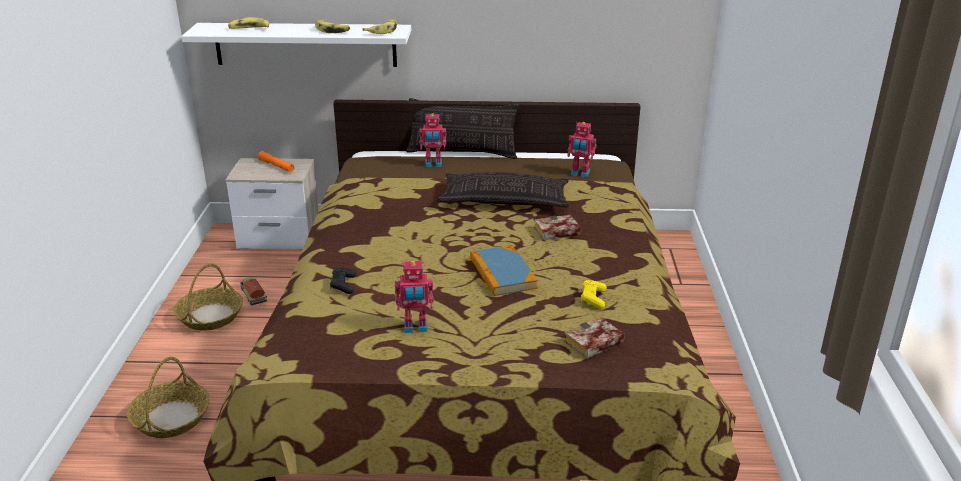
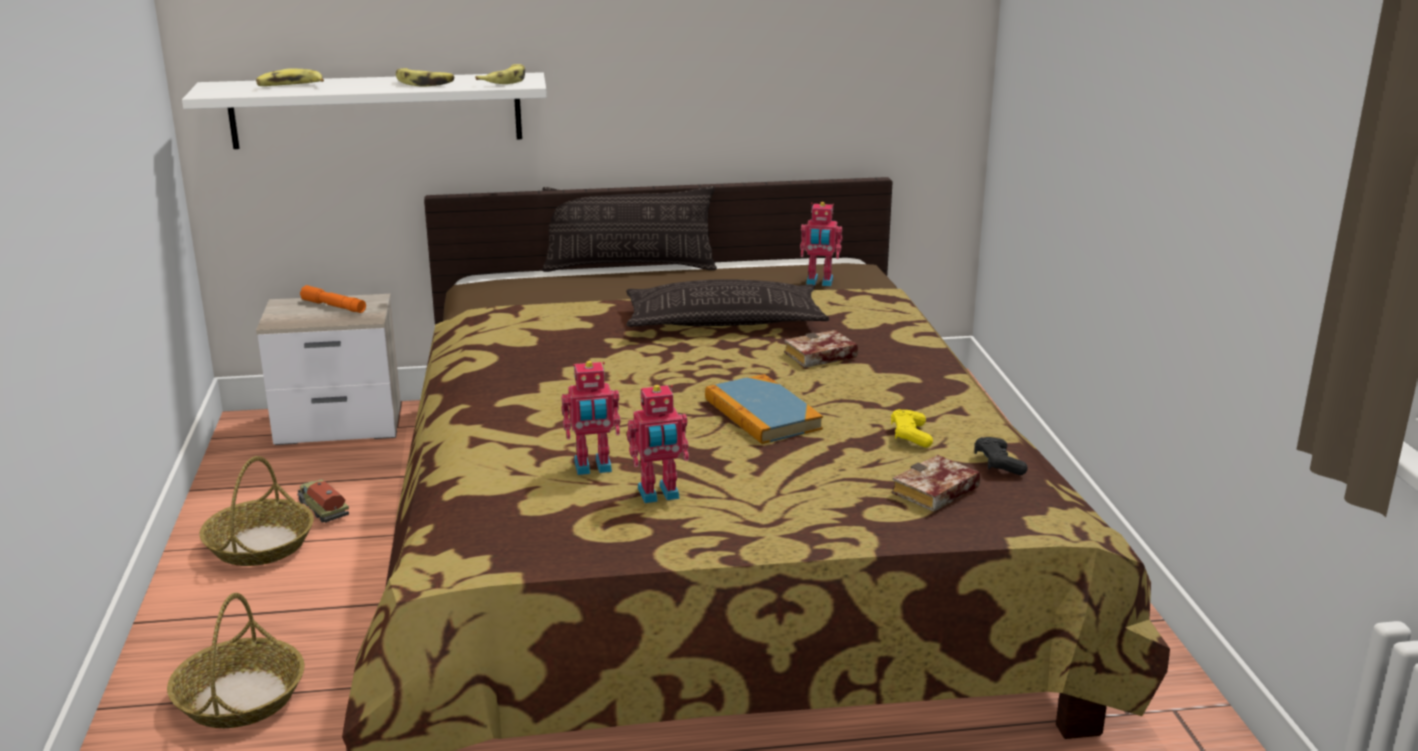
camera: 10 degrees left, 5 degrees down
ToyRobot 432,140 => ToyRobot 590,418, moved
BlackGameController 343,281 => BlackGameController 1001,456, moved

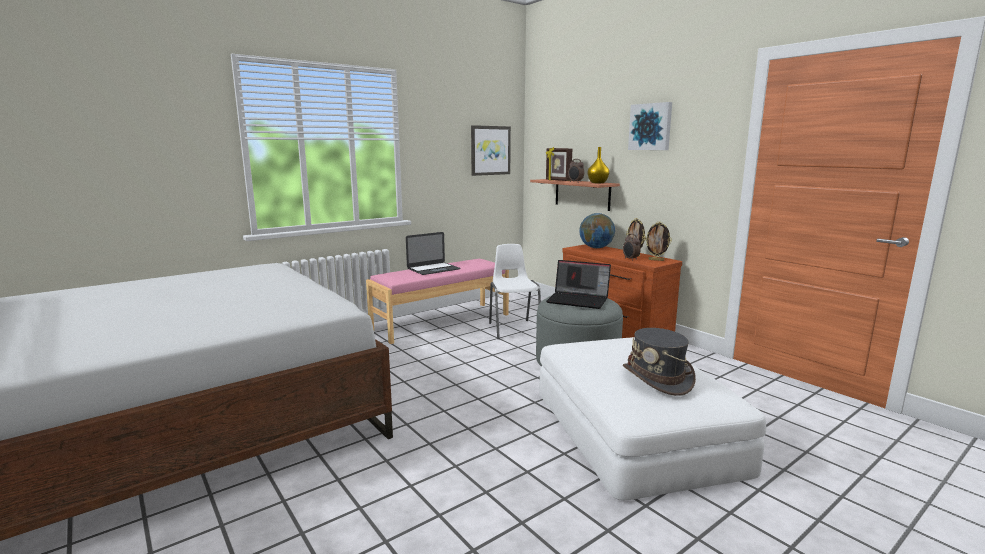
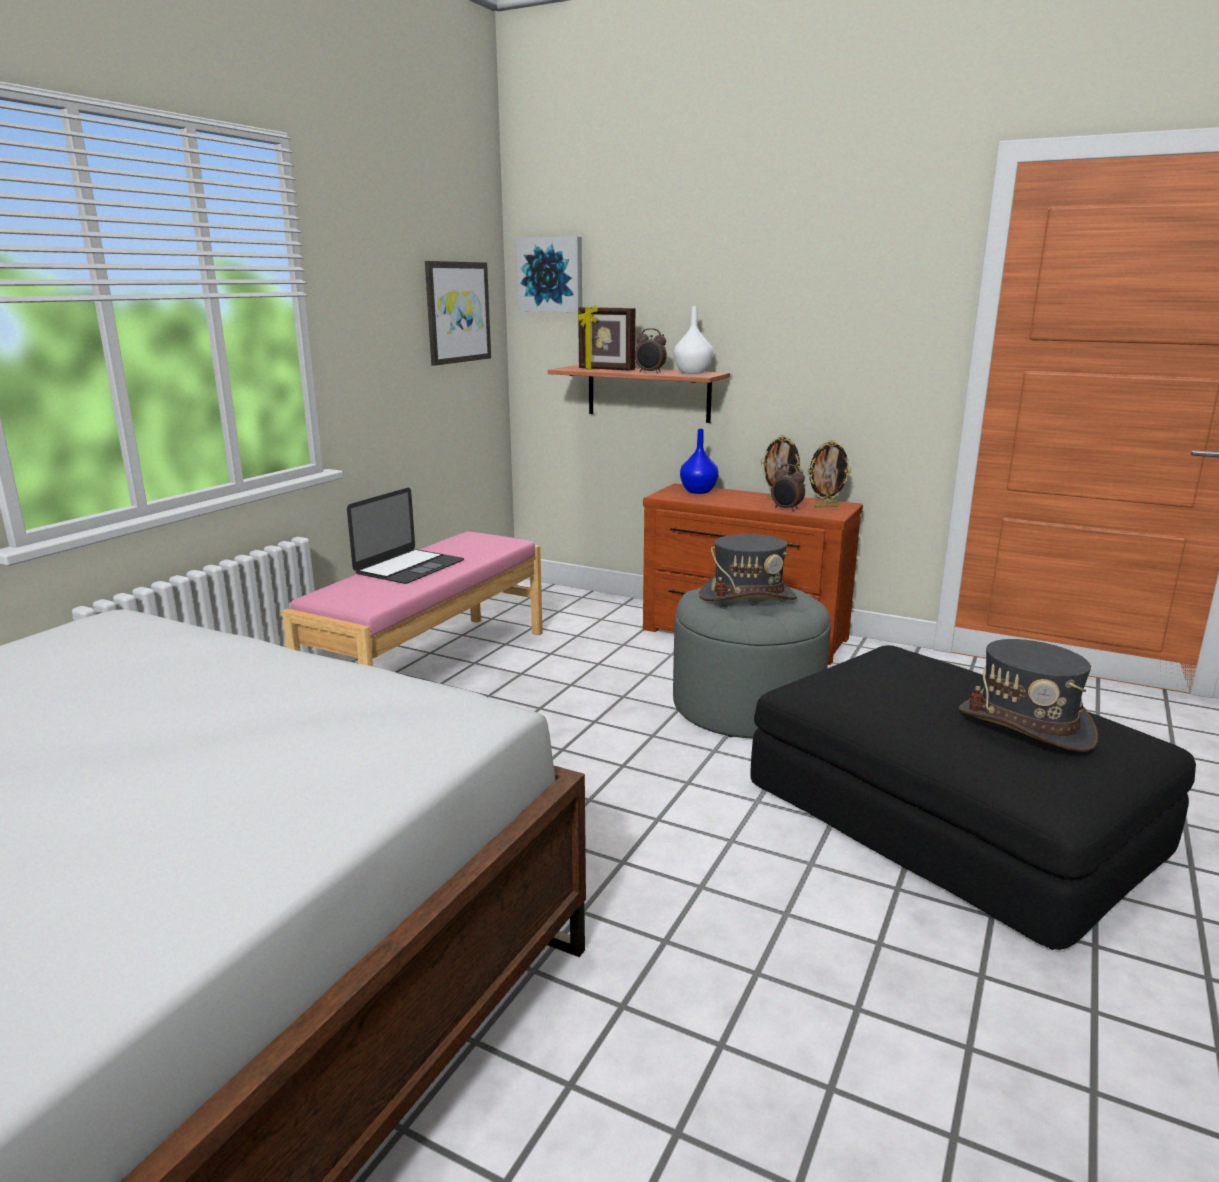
camera: 25 degrees left, 5 degrees up
Picture 650,126 => Picture 549,274, moved
YellowVase 598,165 => WhiteVase 693,340
Globe 597,230 => BlueVase 699,461
WhiteChair 515,291 => nothing
Laptop 578,284 => GreyHat 748,567
WhiteOttoman 652,418 => BlackOttoman 973,797

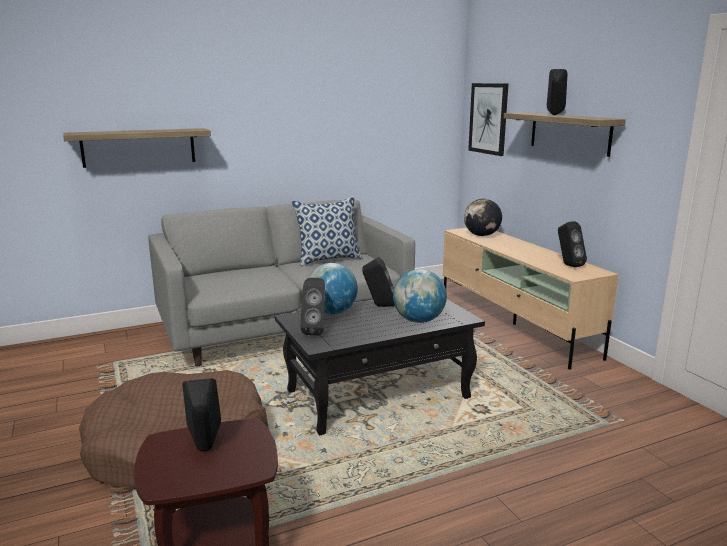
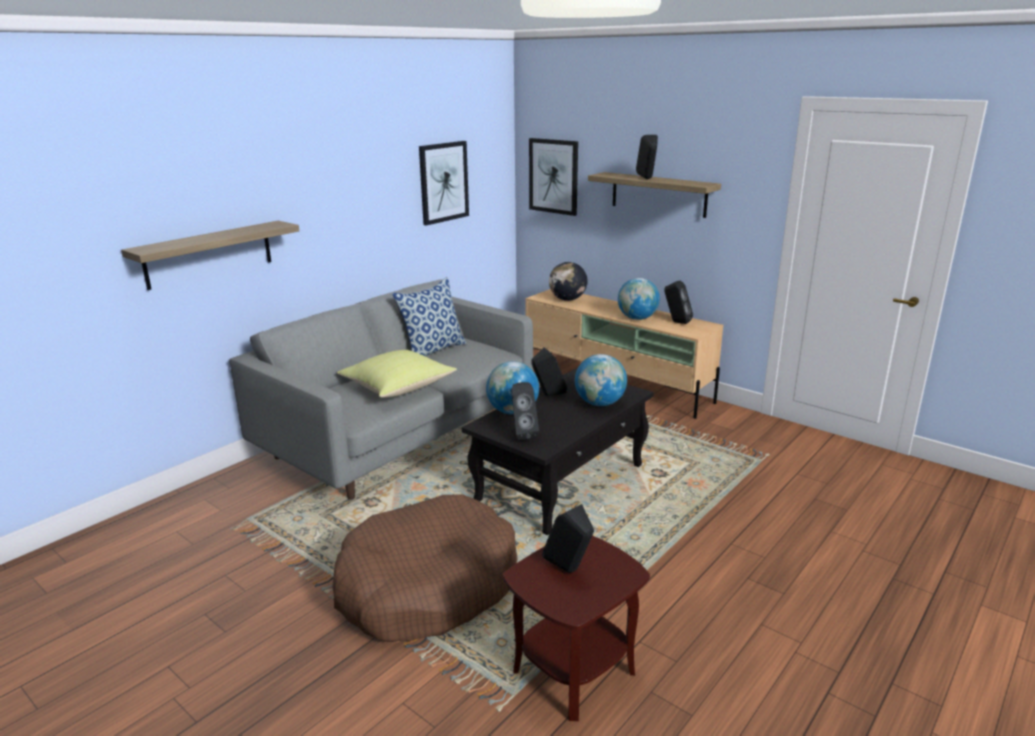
camera: 25 degrees left, 5 degrees up
nothing => Picture 444,183
nothing => Globe 639,299
nothing => YellowPillow 397,374

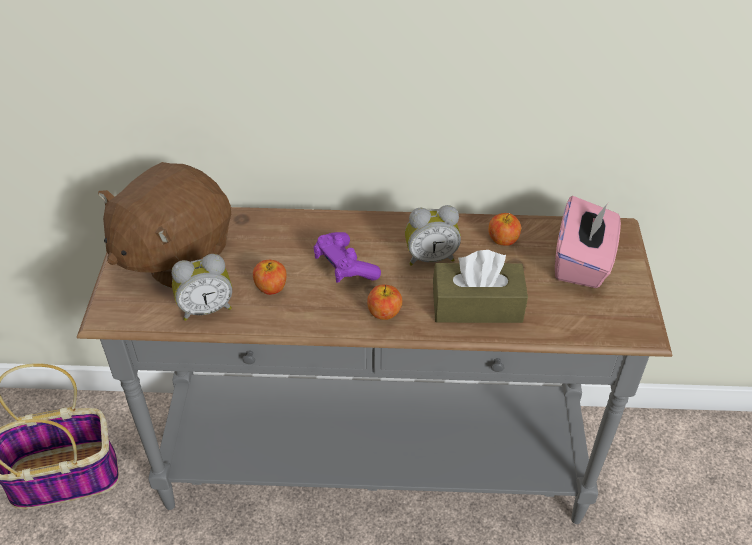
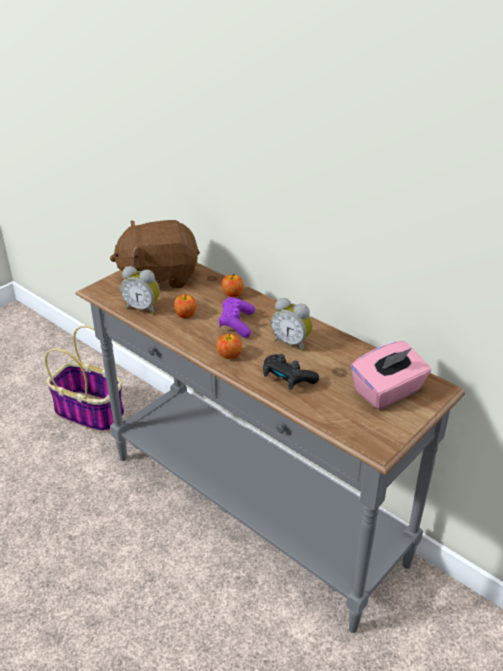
camera: 40 degrees right, 10 degrees down
Apple 504,229 => Apple 232,285, moved
BrownTissueBox 480,286 => BlackGameController 291,372

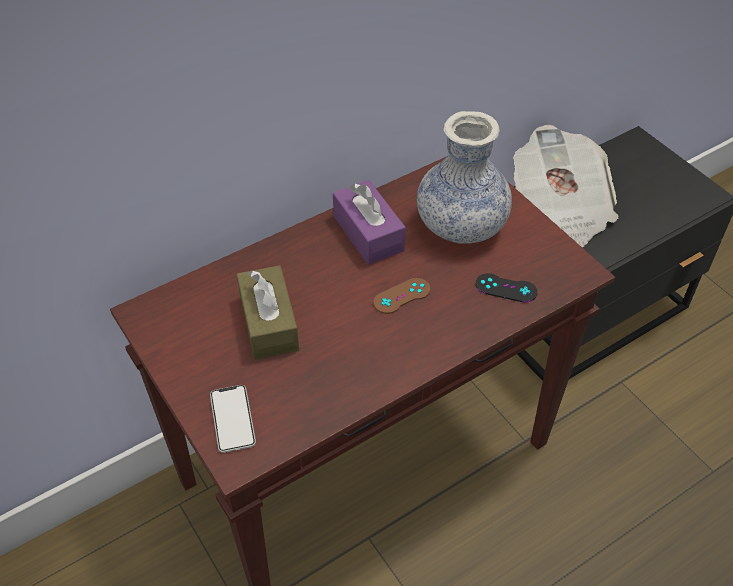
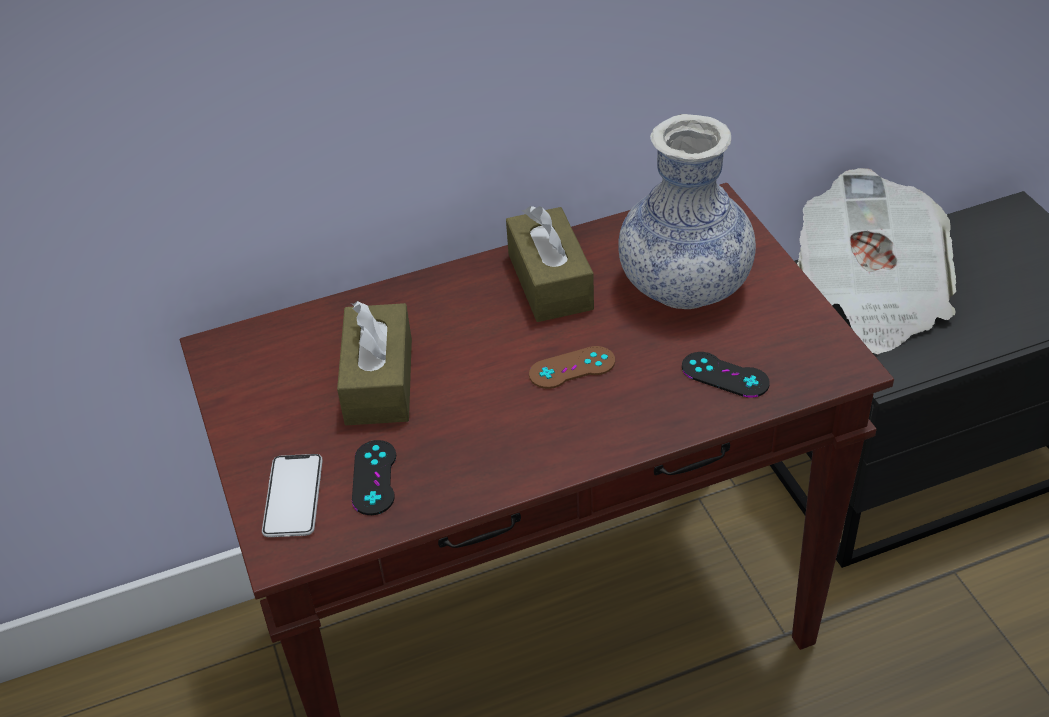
camera: 15 degrees right, 5 degrees down
PurpleTissueBox 369,222 => BrownTissueBox 550,264
nothing => BlackGameController 374,477

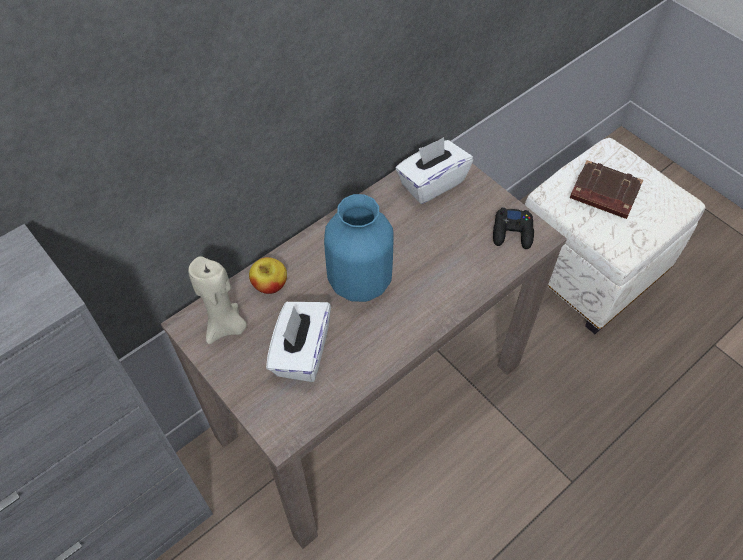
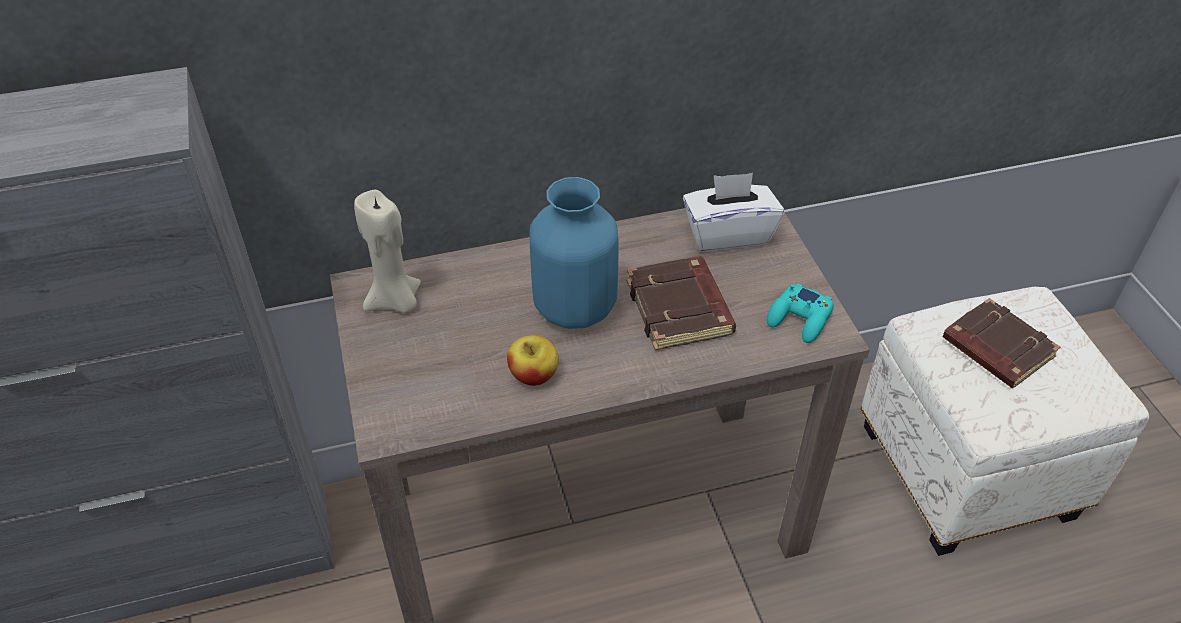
camera: 25 degrees right, 10 degrees down
BlackGameController 513,228 => TurquoiseGameController 800,313
Apple 268,275 => Apple 533,360, moved
WhiteTissueBox 298,342 => nothing
nothing => BrownBook 681,303

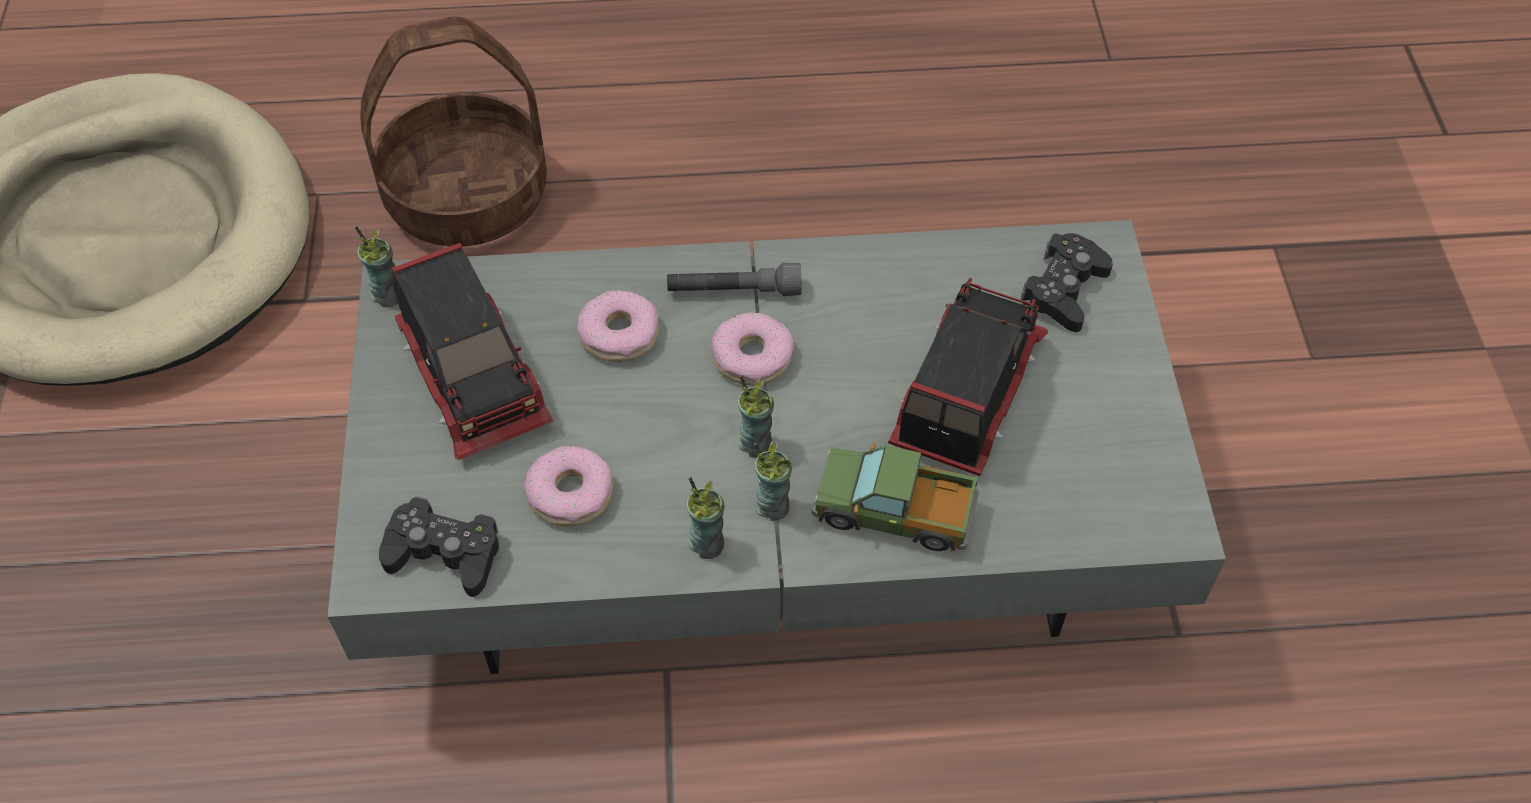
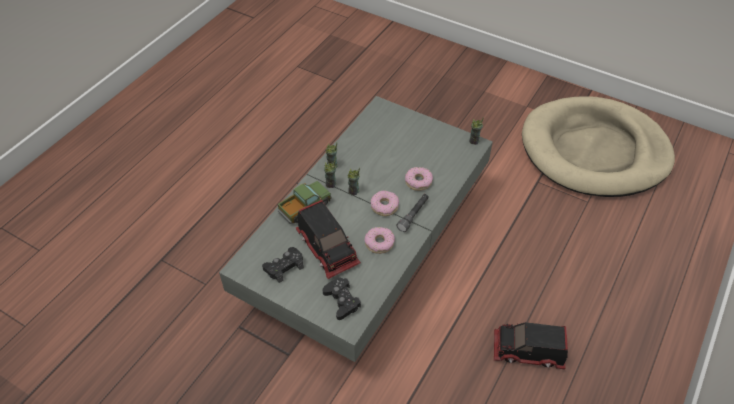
camera: 125 degrees right, 5 degrees down
Basket 453,131 => nothing
ToyTruck 473,351 => ToyTruck 531,346, moved
Donut 568,486 => Donut 380,240, moved
BlackGameController 439,546 => BlackGameController 283,265, moved

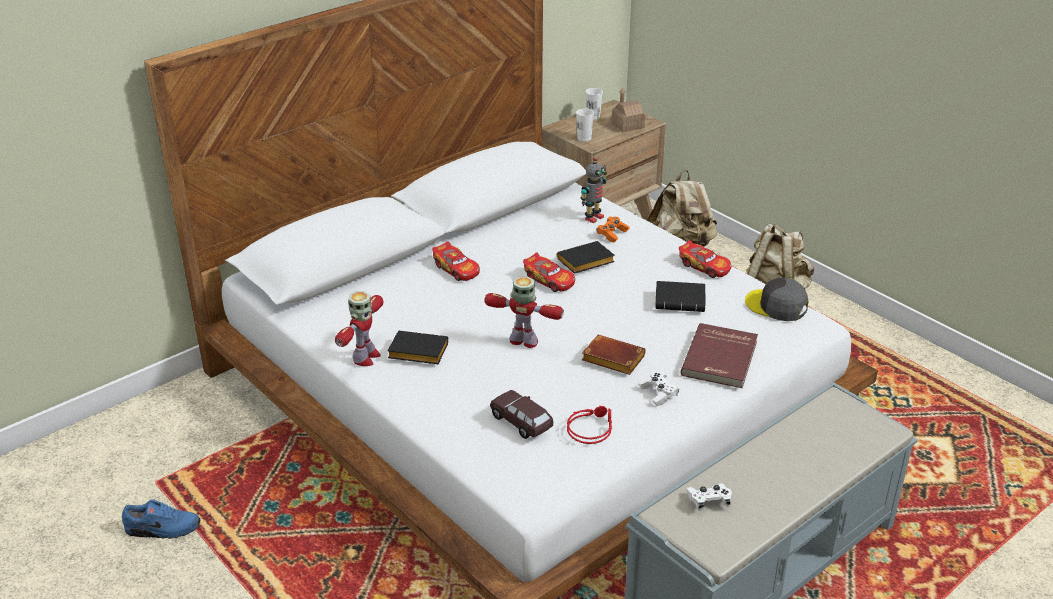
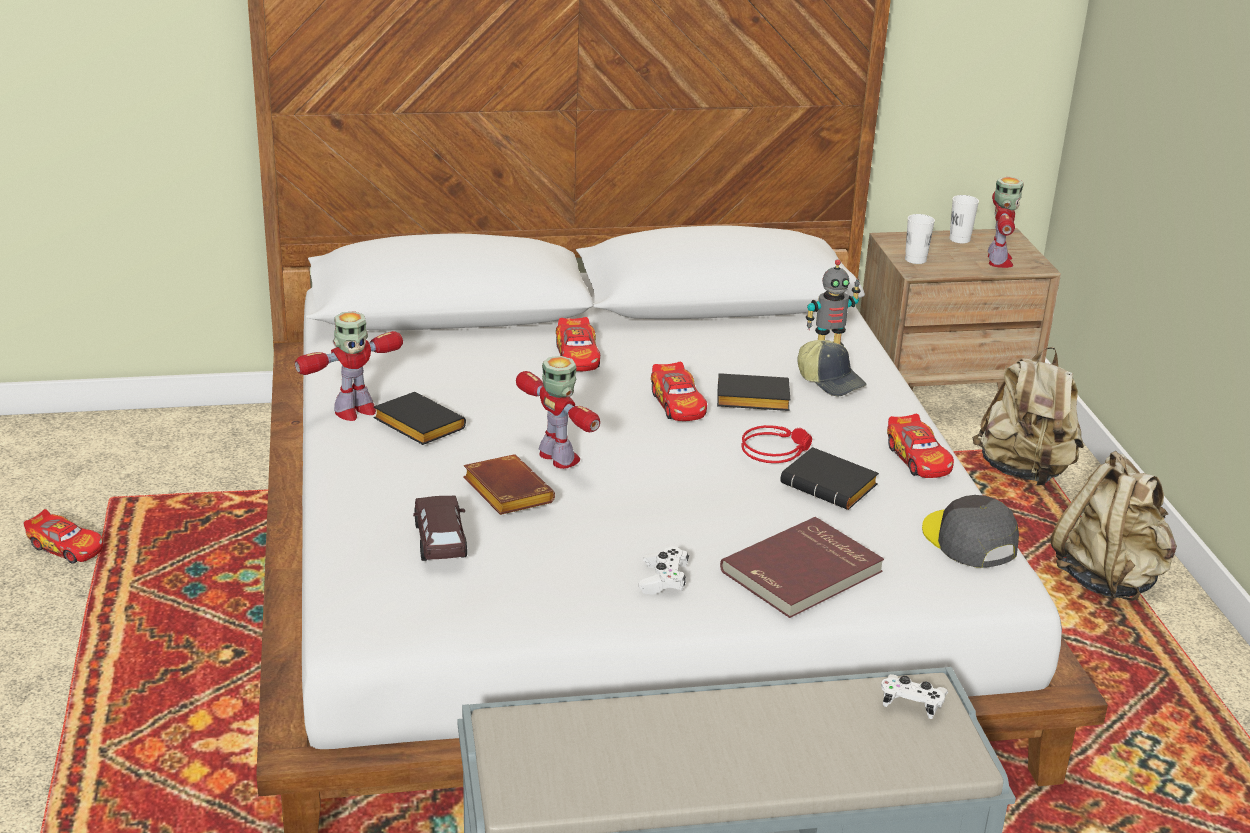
camera: 30 degrees right, 5 degrees down
ToyHouse 628,110 => ToyRobot 1006,222
OrangeGameController 613,230 => Cap 832,368
BrownBook 614,355 => BrownBook 509,485, moved
RedHeadphones 589,425 => RedHeadphones 776,444, moved
WhiteGameController 709,497 => WhiteGameController 914,696, moved
BlueShoe 161,519 => ToyCar 63,536

